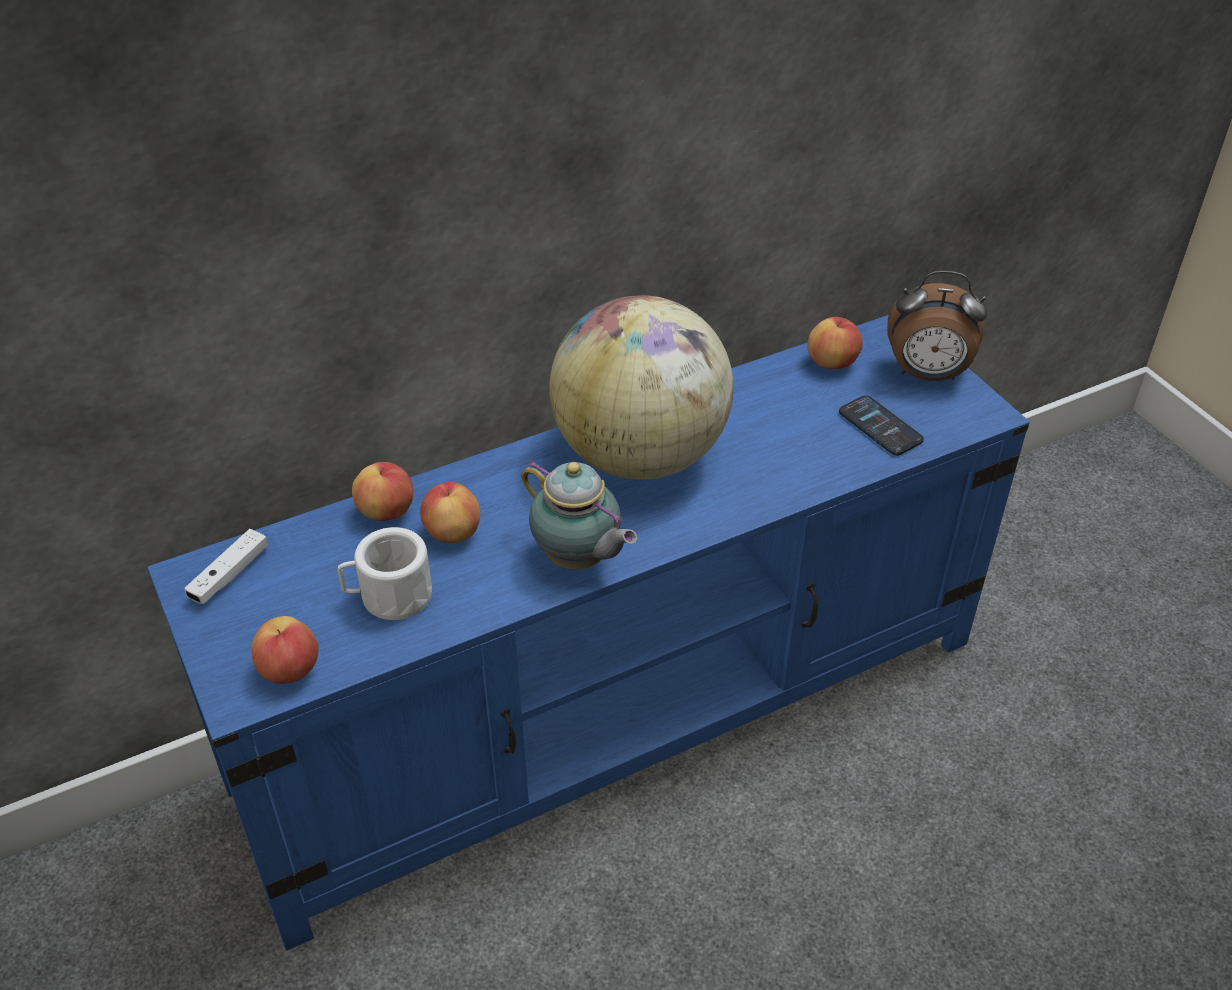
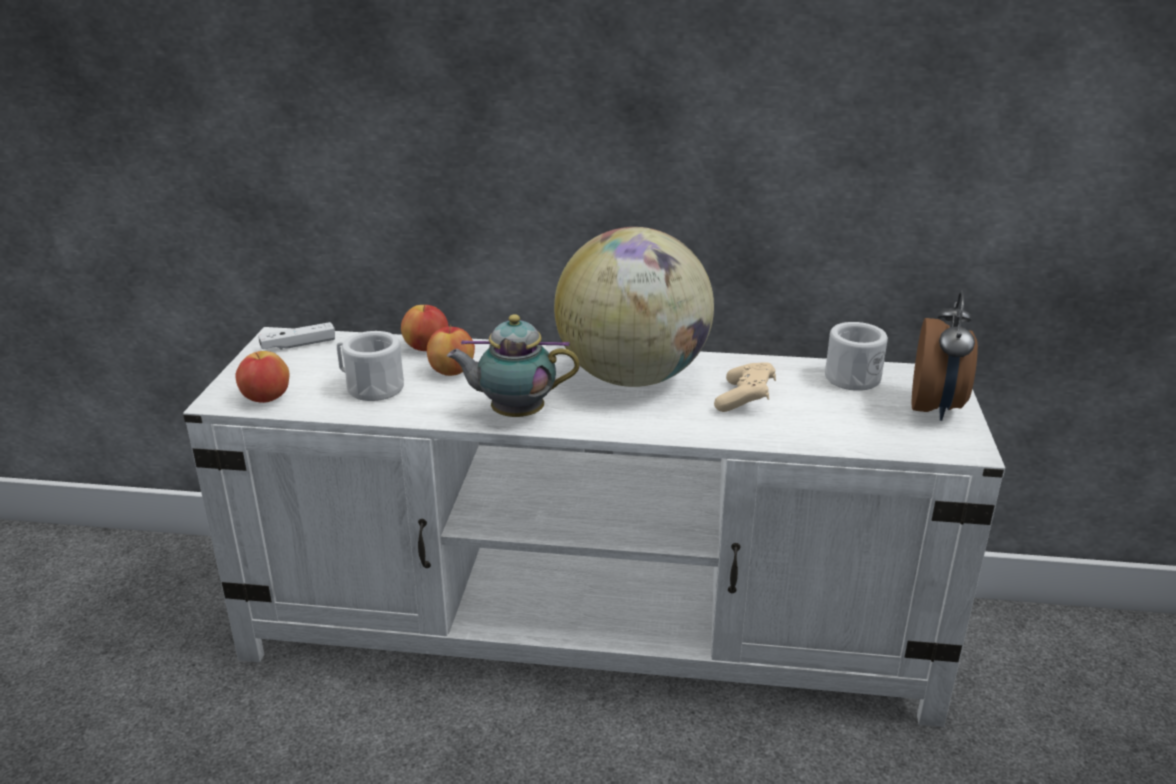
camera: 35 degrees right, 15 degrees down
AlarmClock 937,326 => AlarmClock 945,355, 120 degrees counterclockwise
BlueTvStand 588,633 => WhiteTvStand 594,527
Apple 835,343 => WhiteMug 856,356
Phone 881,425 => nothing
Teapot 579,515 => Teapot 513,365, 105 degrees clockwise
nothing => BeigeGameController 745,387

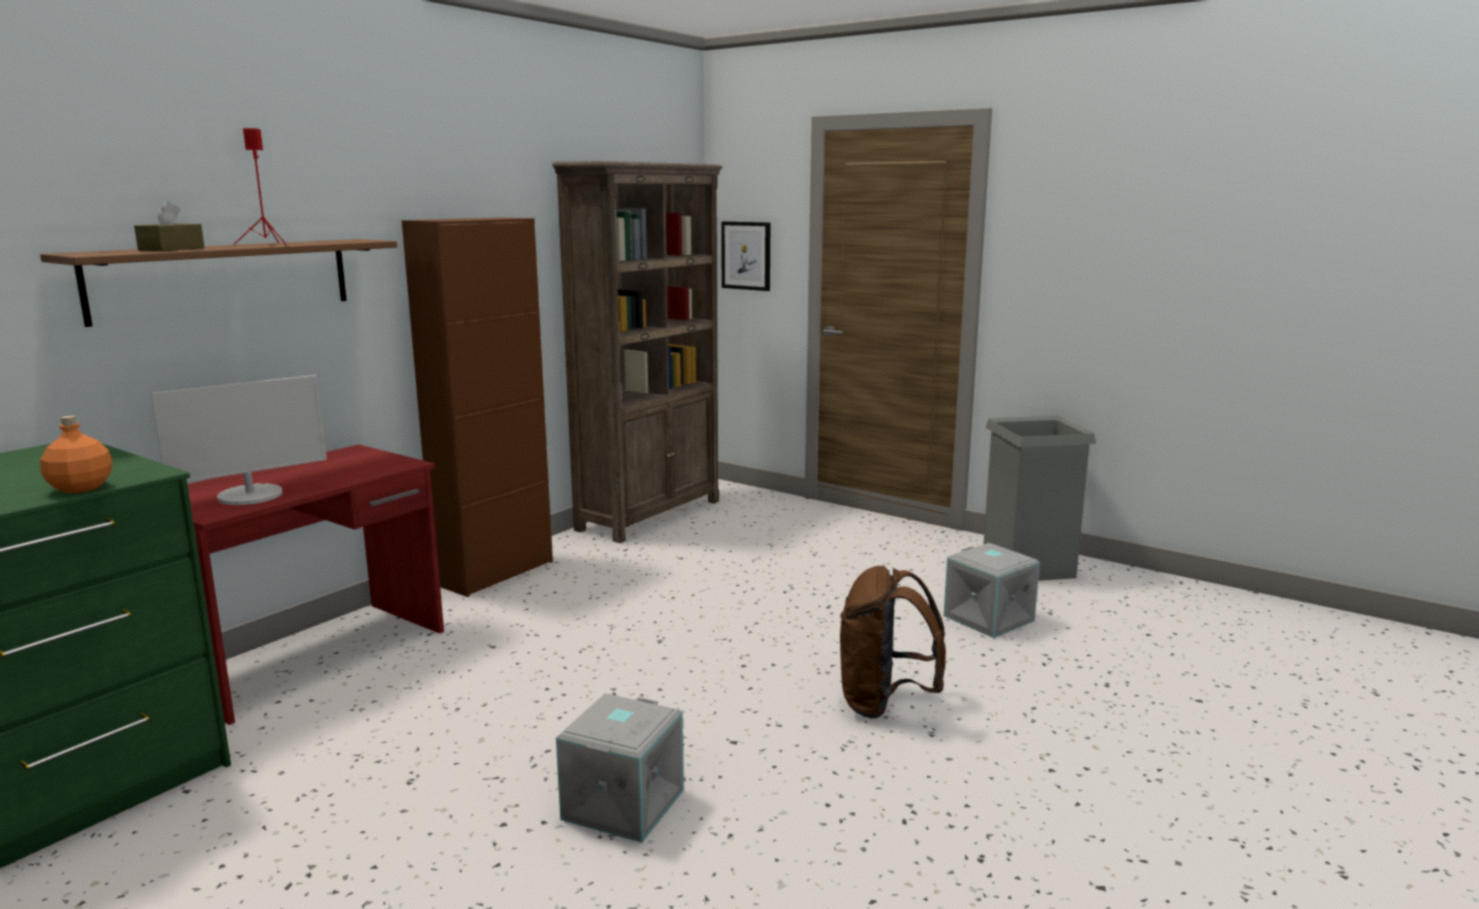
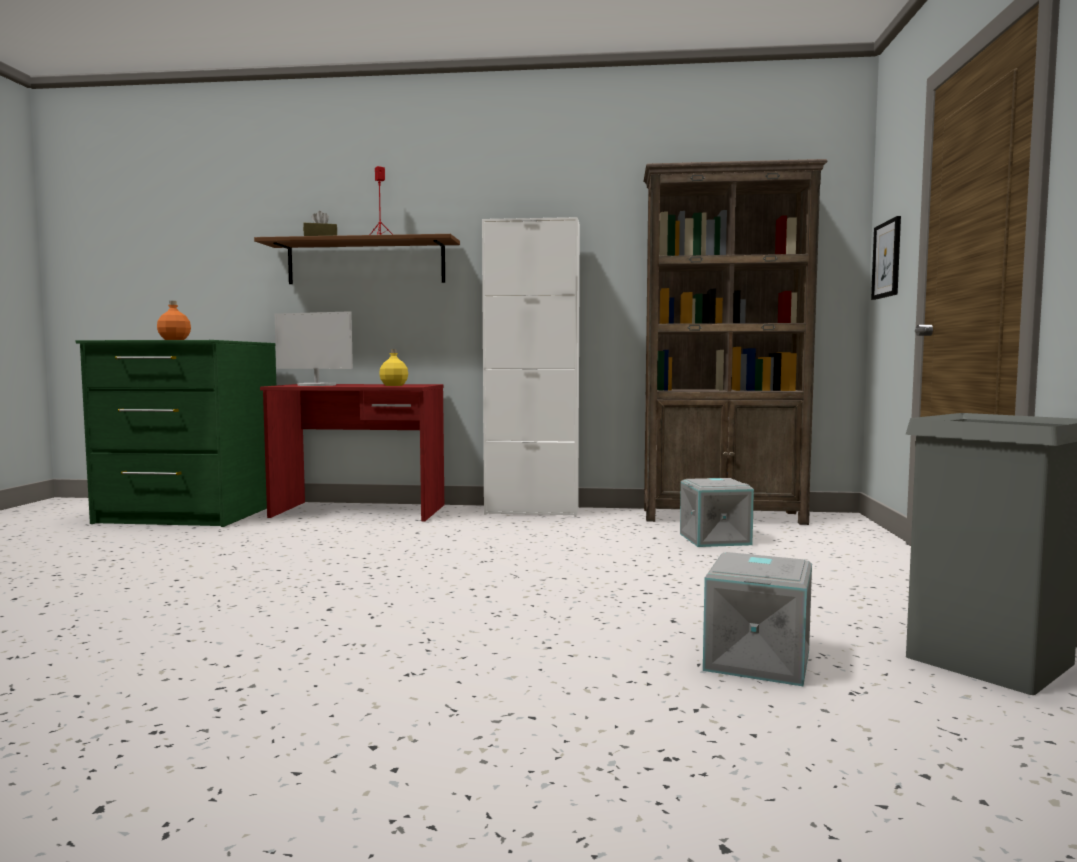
camera: 60 degrees right, 10 degrees down
BrownCabinet 477,407 => WhiteCabinet 531,367
BrownBackpack 893,642 => nothing
GreyStorageBox 620,768 => GreyStorageBox 717,512, moved
nothing => YellowBottle 393,367

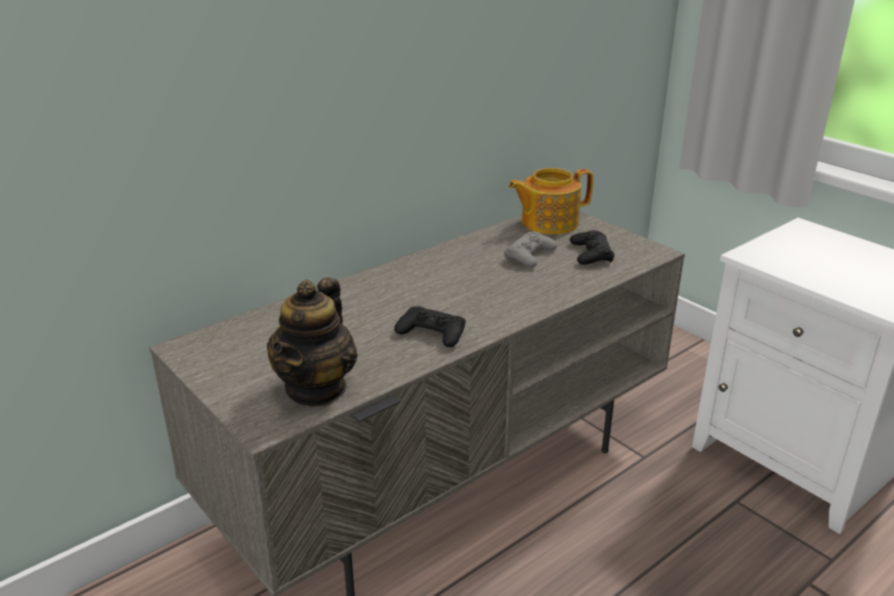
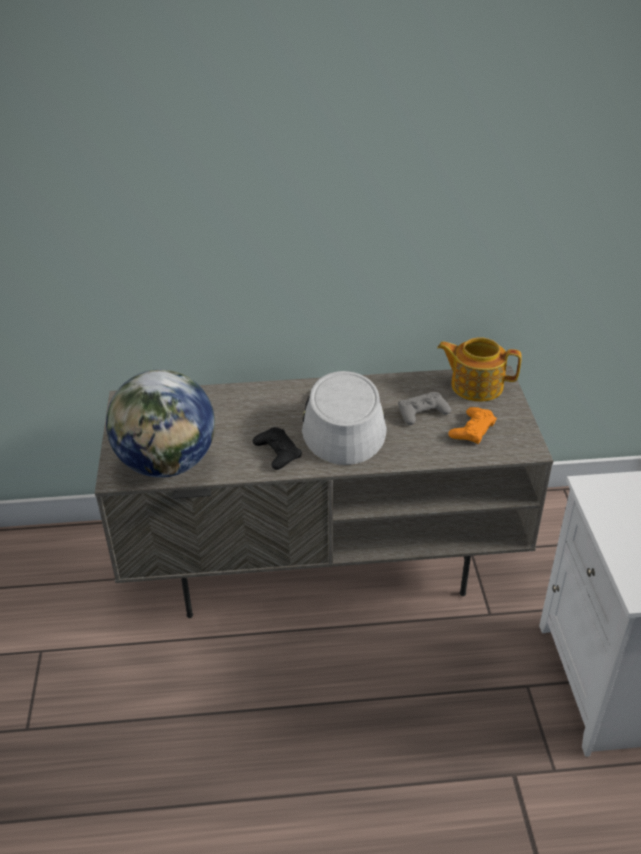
camera: 35 degrees right, 10 degrees up
BlackGameController 592,247 => OrangeGameController 472,425
Teapot 312,342 => Globe 160,423
nothing => GreyHat 344,418

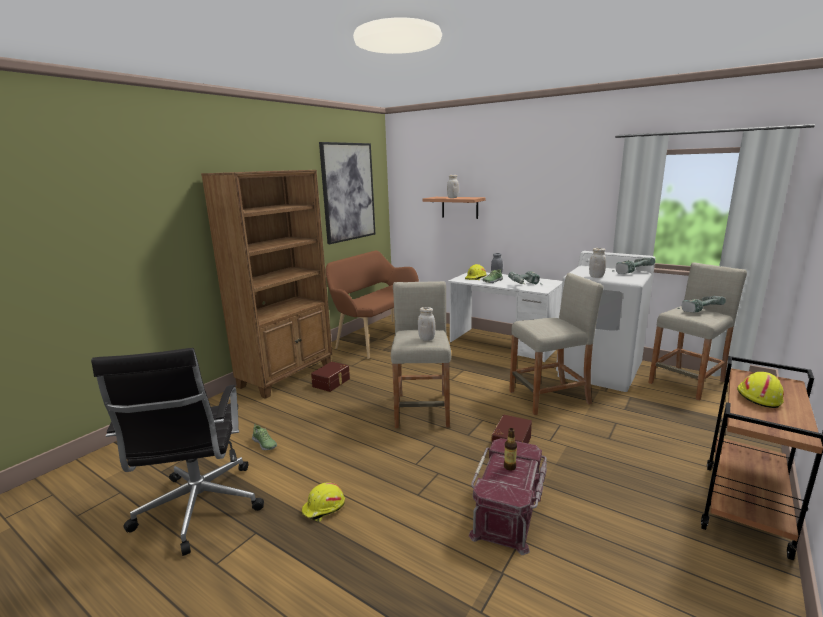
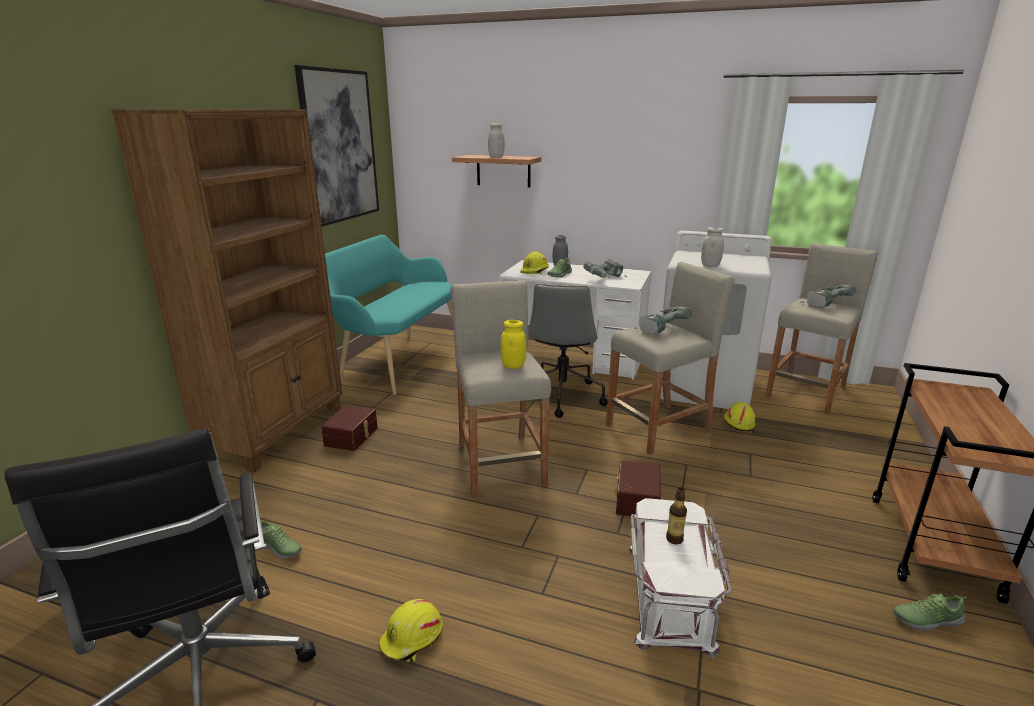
camera: 15 degrees left, 5 degrees up
BrownBench 372,305 => TurquoiseBench 389,315
PowerDrill 633,265 => PowerDrill 663,319, moved
WhiteJar 426,324 => YellowJar 513,344
YellowHardHat 760,390 => YellowHardHat 739,416, moved
RedStorageBox 508,496 => WhiteStorageBox 680,578
nothing => GreyOfficeChair 568,351
nothing => Shoe 930,612

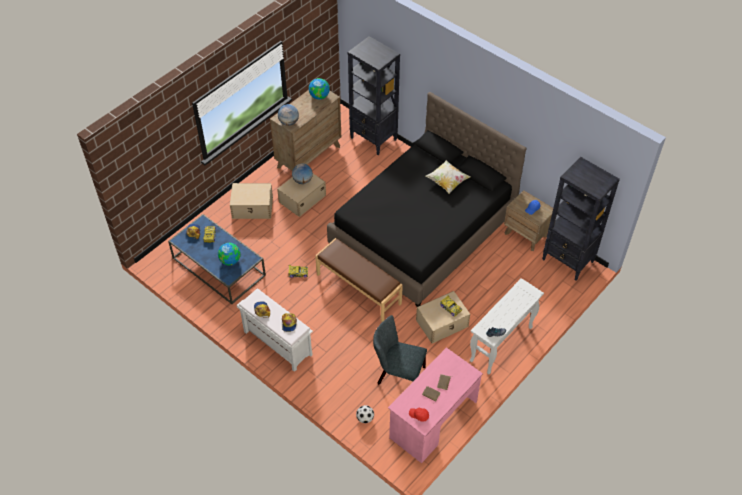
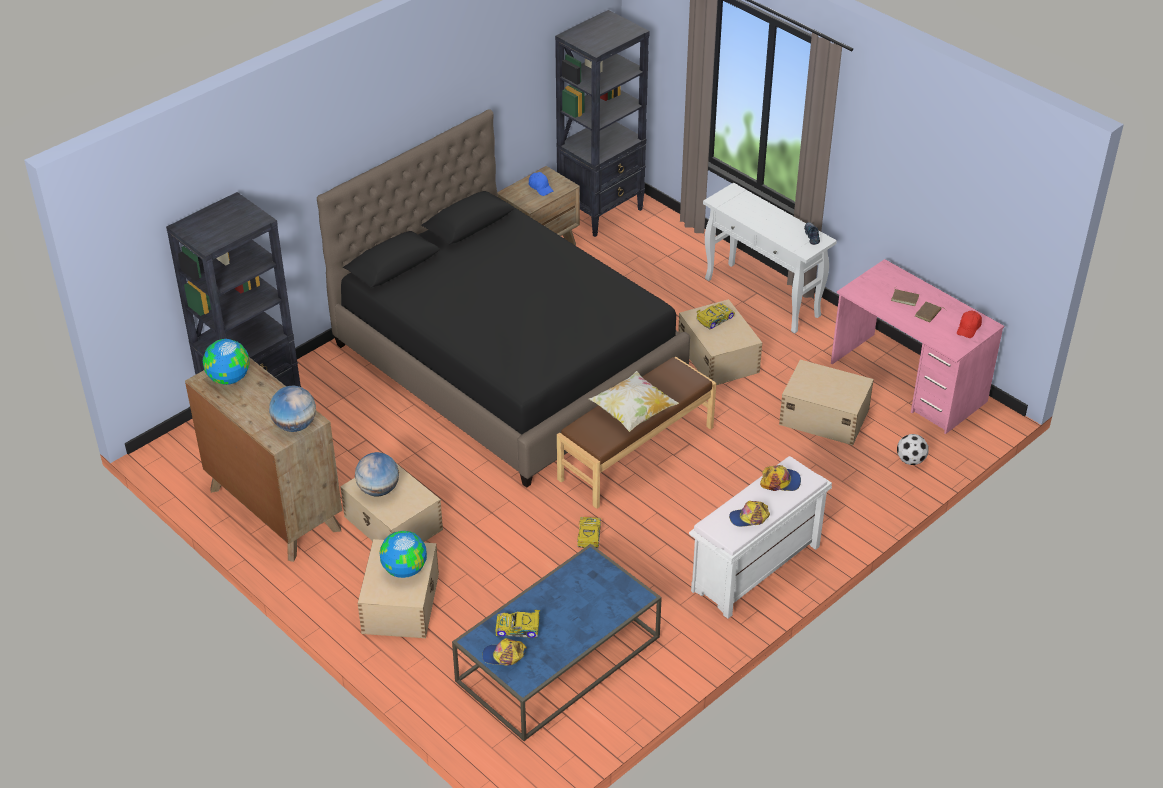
camera: 85 degrees left, 10 degrees down
Pillow 448,177 => Pillow 634,401, moved
Globe 229,254 => Globe 403,554, moved
GreyChair 400,350 => BeigeStorageBox 826,402

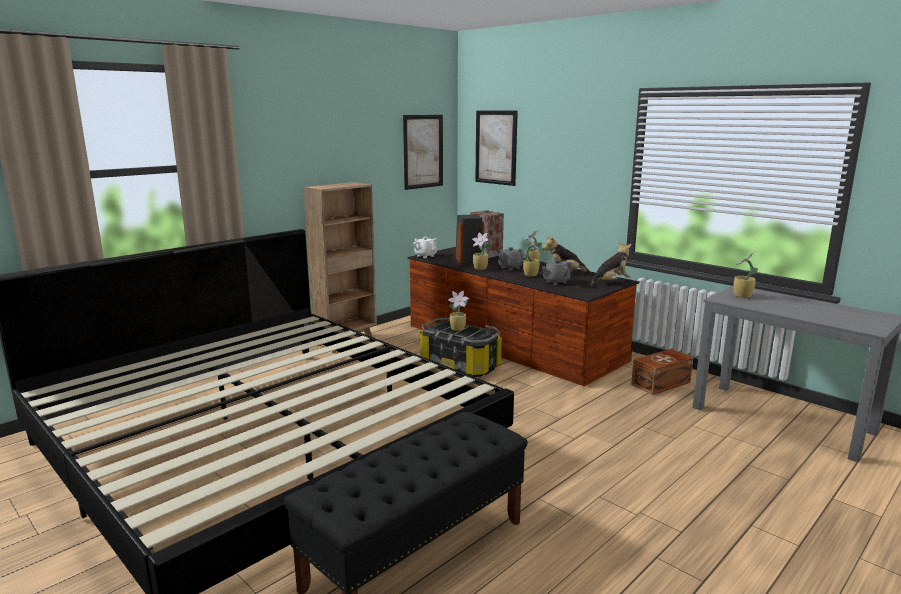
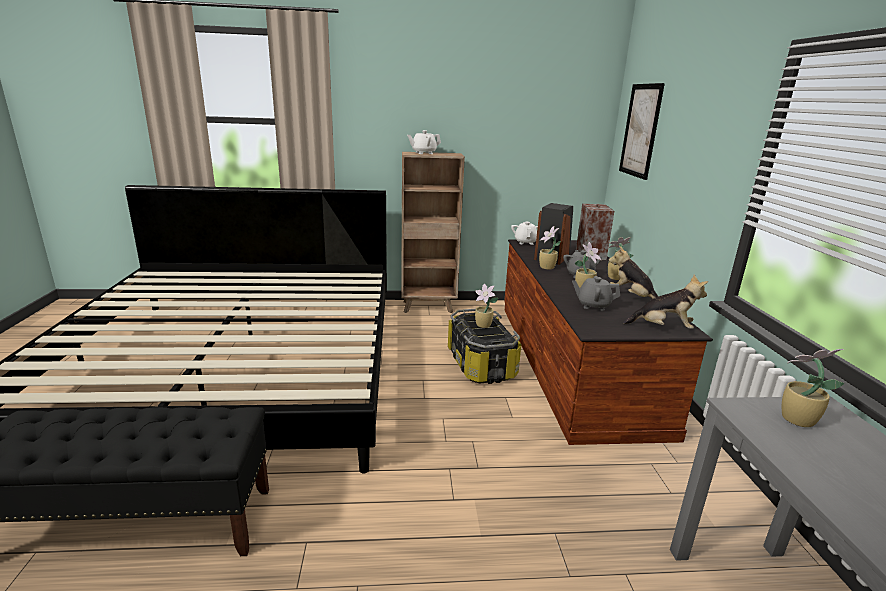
camera: 40 degrees right, 5 degrees up
Picture 423,152 => nothing
BrownStorageBox 662,372 => nothing
nothing => WhiteTeapot 424,142

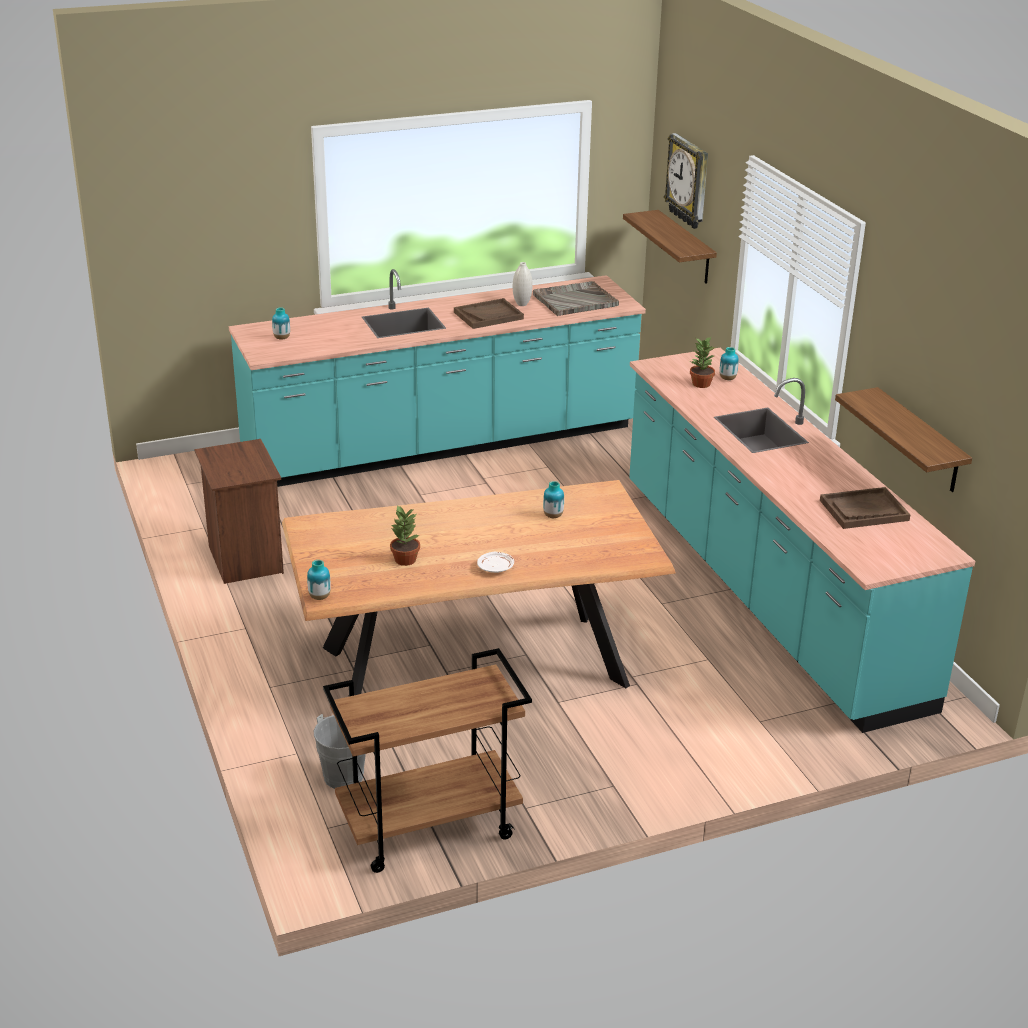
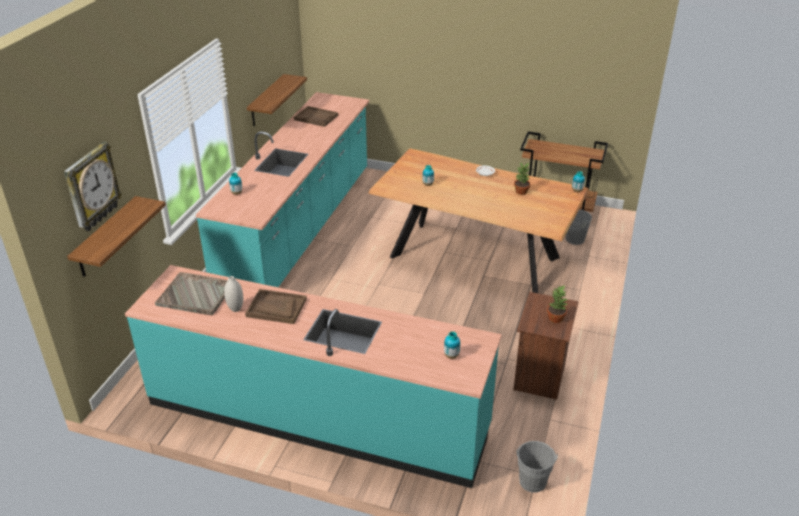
camera: 140 degrees left, 5 degrees up
PottedPlant 703,362 => PottedPlant 557,304, moved
nothing => GreyBucket 537,467

